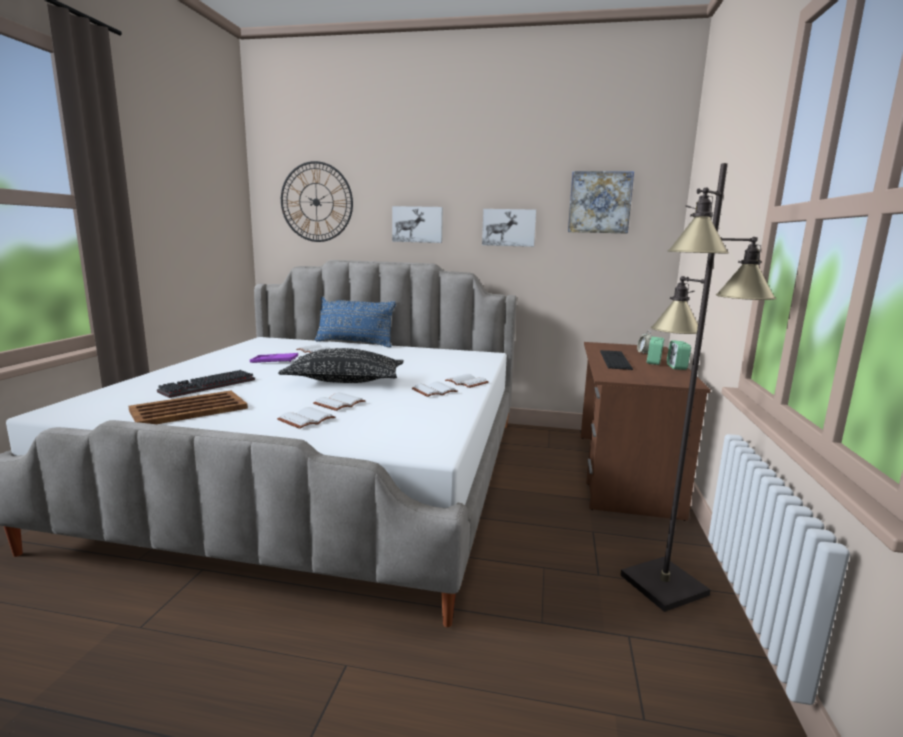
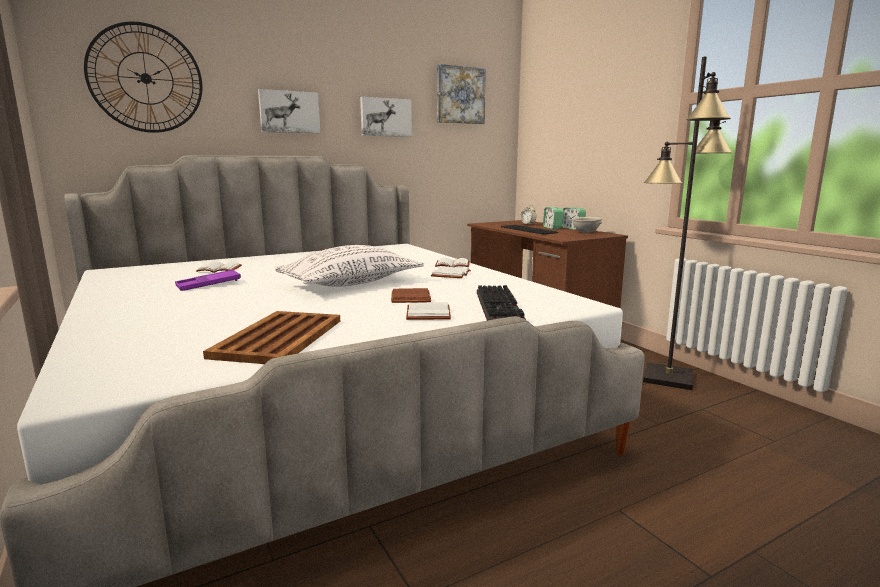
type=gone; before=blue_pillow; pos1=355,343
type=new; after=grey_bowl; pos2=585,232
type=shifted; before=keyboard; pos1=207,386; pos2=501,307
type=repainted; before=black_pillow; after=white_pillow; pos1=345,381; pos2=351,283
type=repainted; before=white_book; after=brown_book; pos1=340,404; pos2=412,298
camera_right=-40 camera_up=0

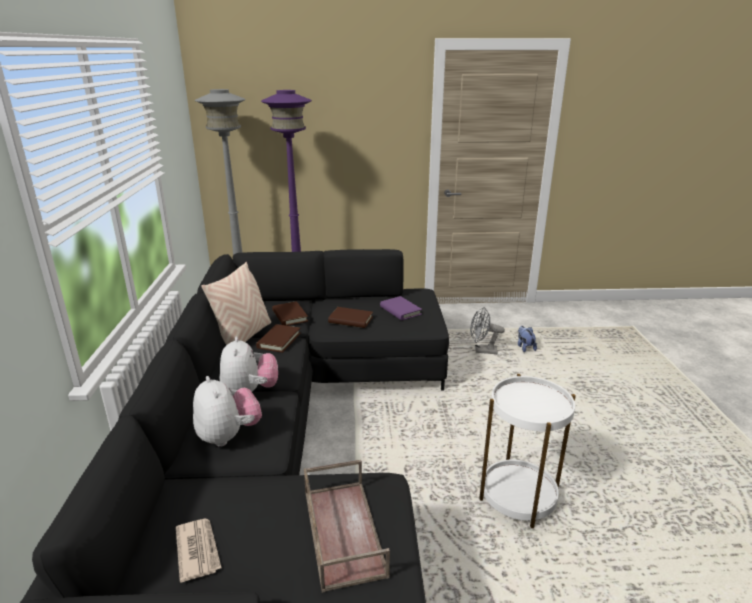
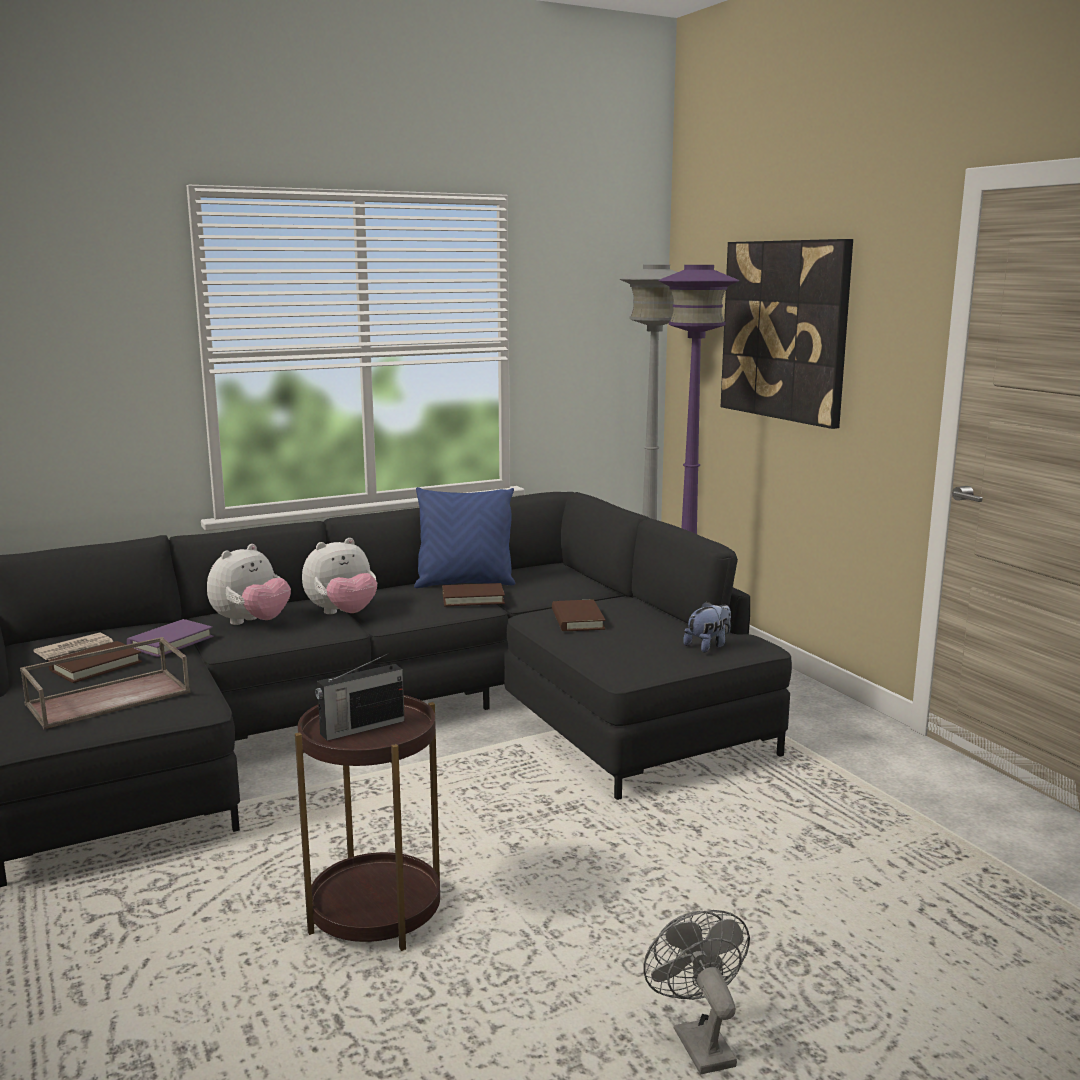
type=new; after=radio; pos2=361,727
type=new; after=picture; pos2=785,330
type=shifted; before=brown_book; pos1=290,316; pos2=96,666
type=shifted; before=purple_book; pos1=400,310; pos2=170,642
type=shifted; before=grey_fan; pos1=482,351; pos2=698,1040
type=shifted; before=plush_toy; pos1=525,347; pos2=708,646
type=repainted; before=beige_pillow; after=blue_pillow; pos1=244,337; pos2=465,583
type=repainted; before=white_side_table; after=brown_side_table; pos1=518,497; pos2=375,913
camera_right=65 camera_up=-10

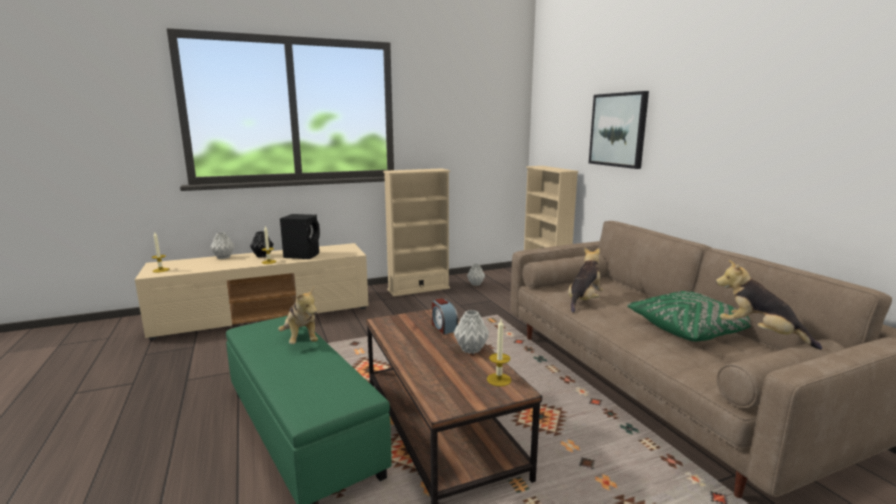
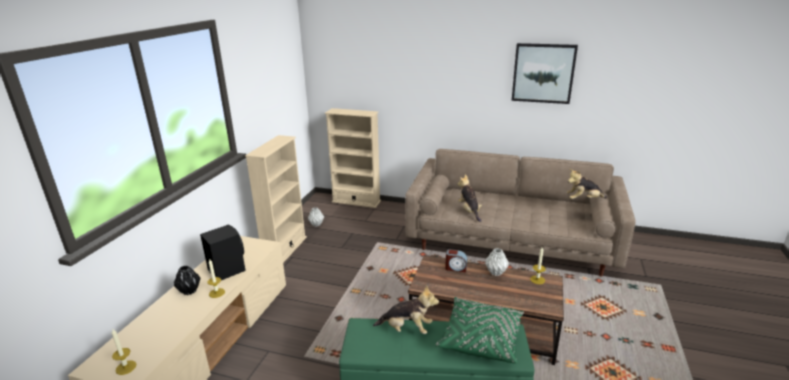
type=gone; before=grey_vase; pos1=223,257
type=shifted; before=picture; pos1=618,130; pos2=543,73
type=shifted; before=green_pillow; pos1=689,329; pos2=480,339
camera_right=-50 camera_up=10

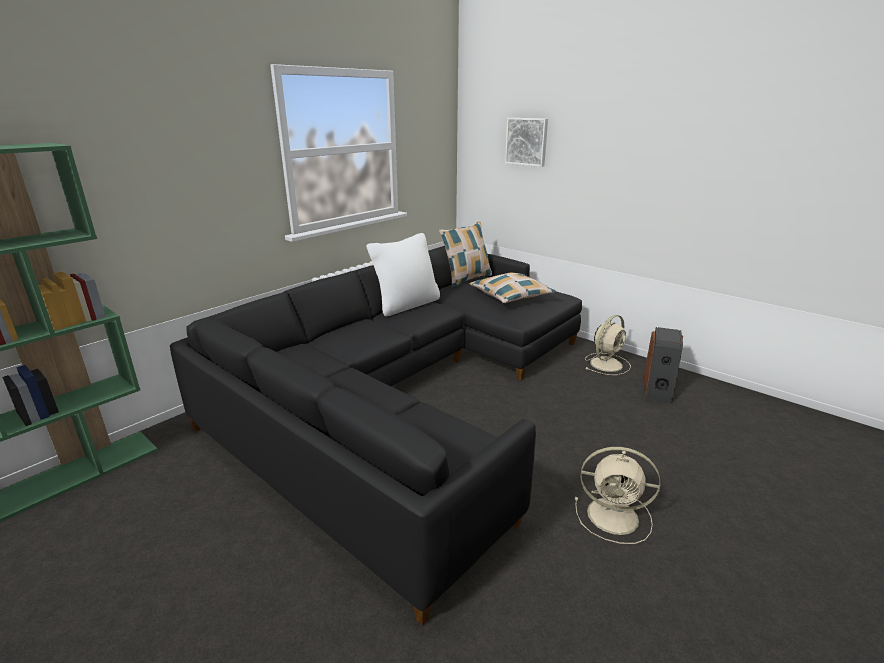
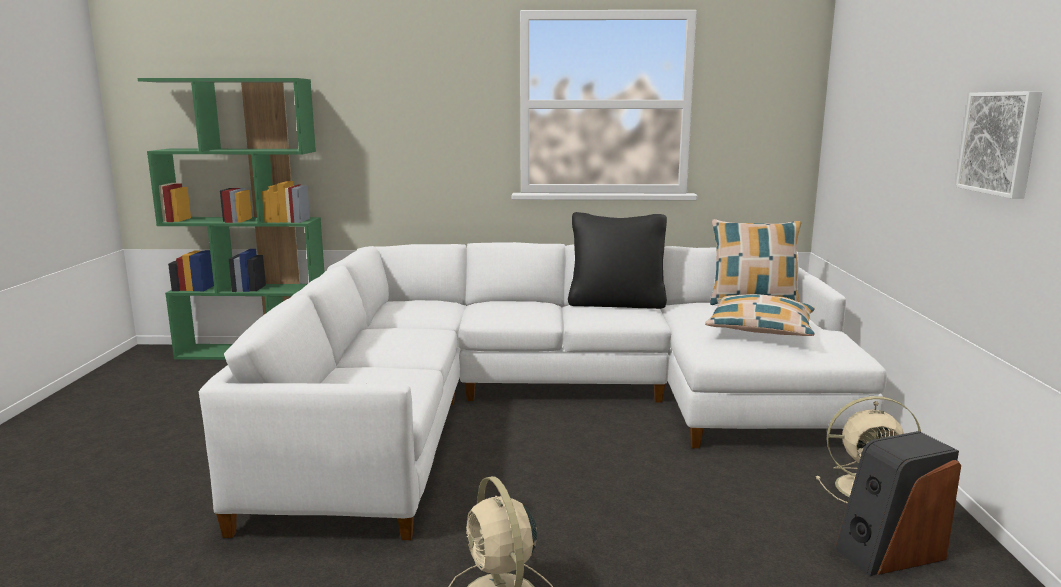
type=shifted; before=picture; pos1=527,141; pos2=1001,143
type=repainted; before=black_sofa; after=white_sofa; pos1=408,393; pos2=547,404
type=repainted; before=white_pillow; after=black_pillow; pos1=406,305; pos2=616,303
camera_right=50 camera_up=-10

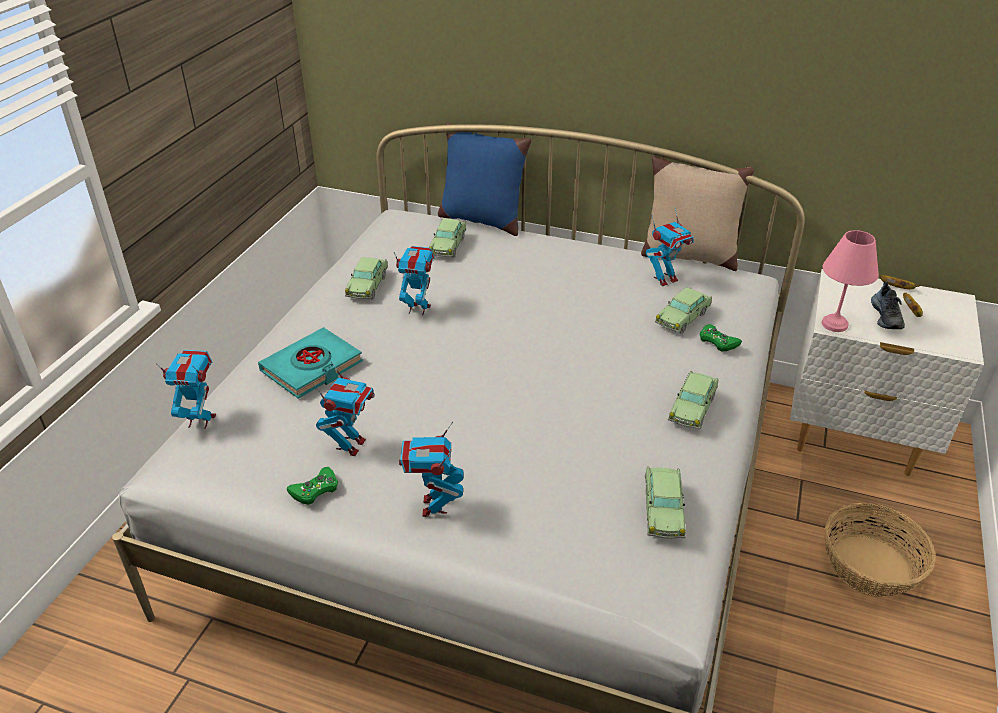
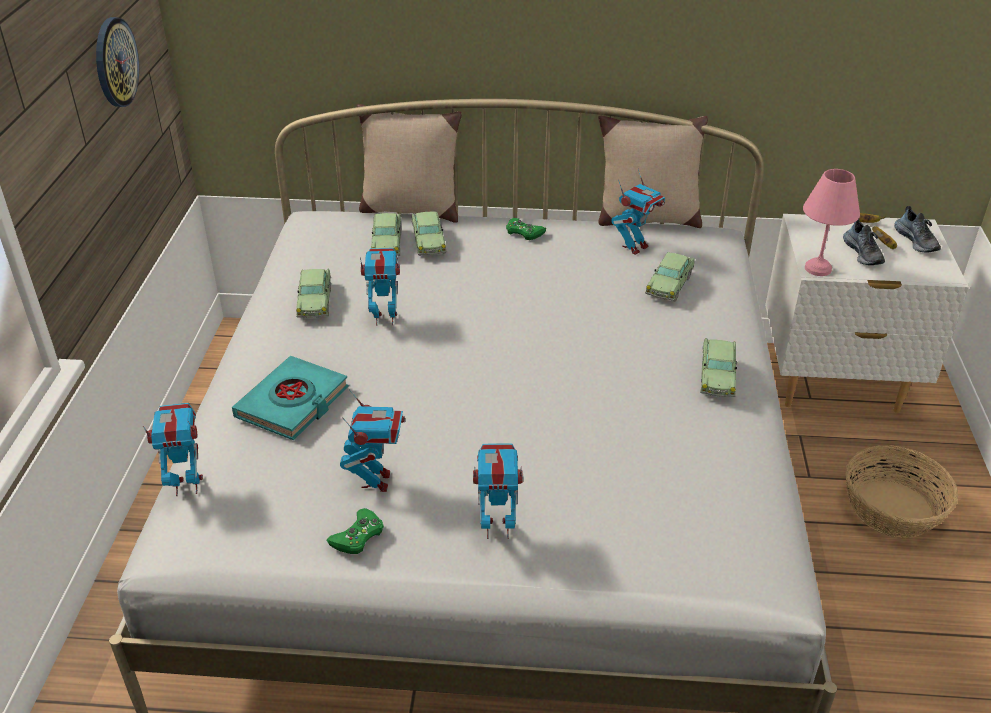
type=new; after=wall_clock; pos2=115,62
type=new; after=shoe; pos2=917,241
type=shifted; before=toy_car; pos1=663,510; pos2=428,242
type=shifted; before=green_game_controller; pos1=718,341; pos2=524,232
type=repainted; before=blue_pillow; after=beige_pillow; pos1=481,220; pos2=410,209
type=rotated; before=toy_robot; pos1=434,506; pos2=497,528; turn=105
camera_right=-15 camera_up=0

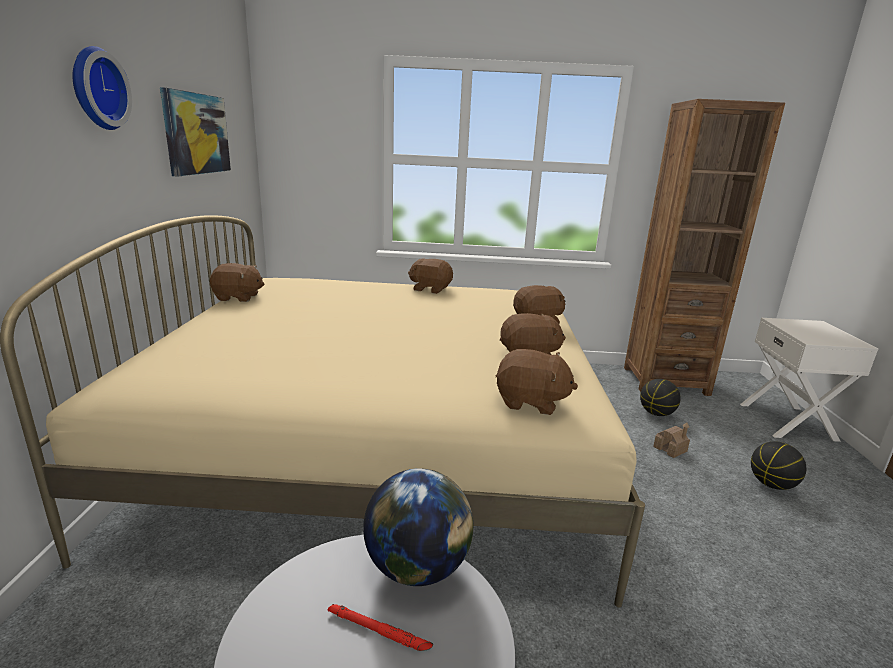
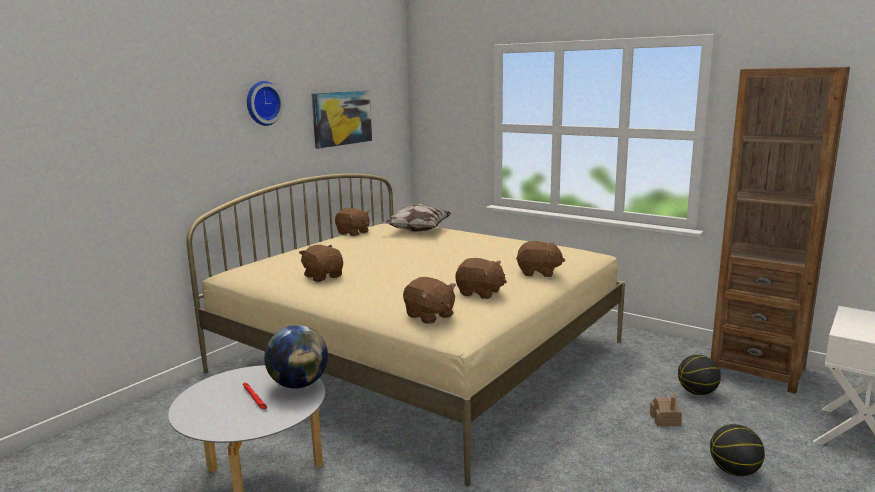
type=new; after=pillow; pos2=416,231
type=shifted; before=brown_plush_toy; pos1=430,289; pos2=323,276
camera_right=35 camera_up=-5

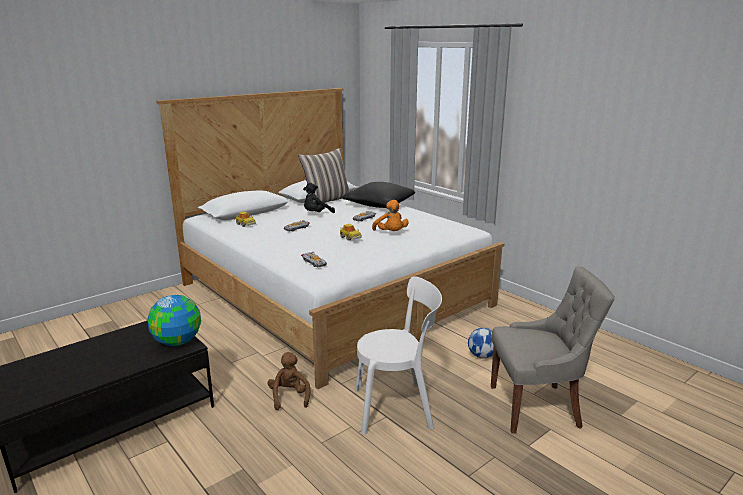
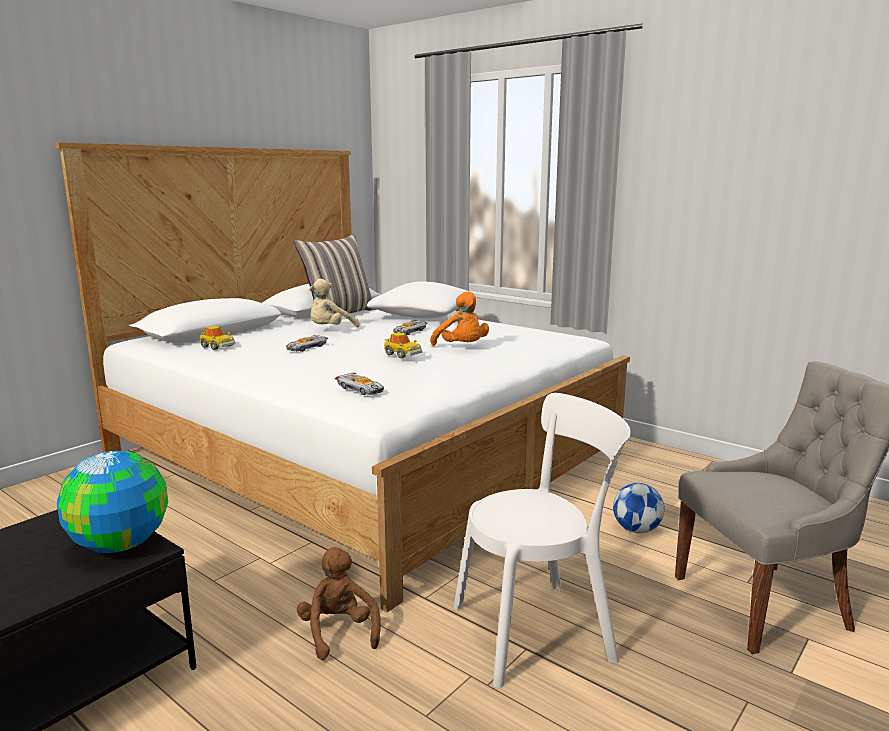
type=repainted; before=black_plush_toy; after=beige_plush_toy; pos1=316,214; pos2=330,330
type=repainted; before=black_pillow; after=white_pillow; pos1=379,204; pos2=422,316
camera_right=-10 camera_up=-5

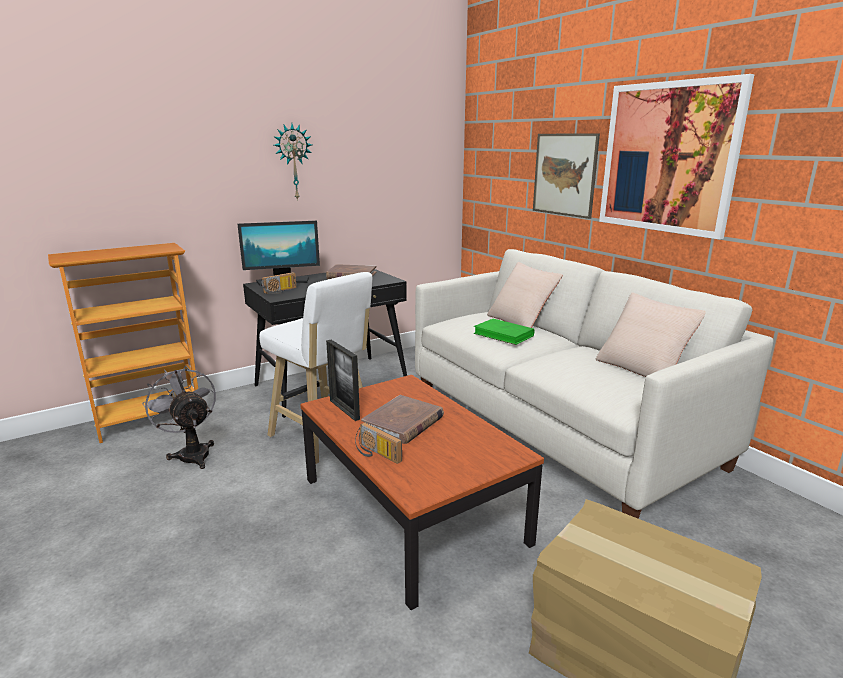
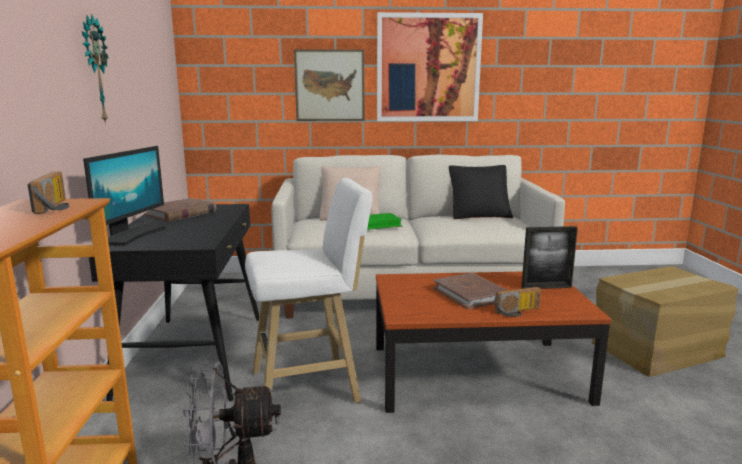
type=shifted; before=radio; pos1=280,291; pos2=57,206
type=shifted; before=picture_frame; pos1=344,409; pos2=546,287
type=repainted; before=beige_pillow; after=black_pillow; pos1=643,368; pos2=479,214
camera_right=-60 camera_up=-5

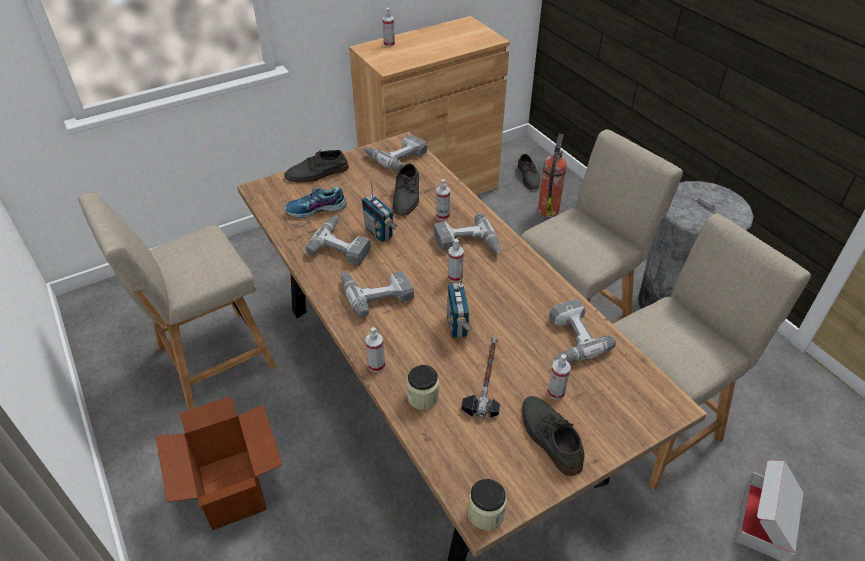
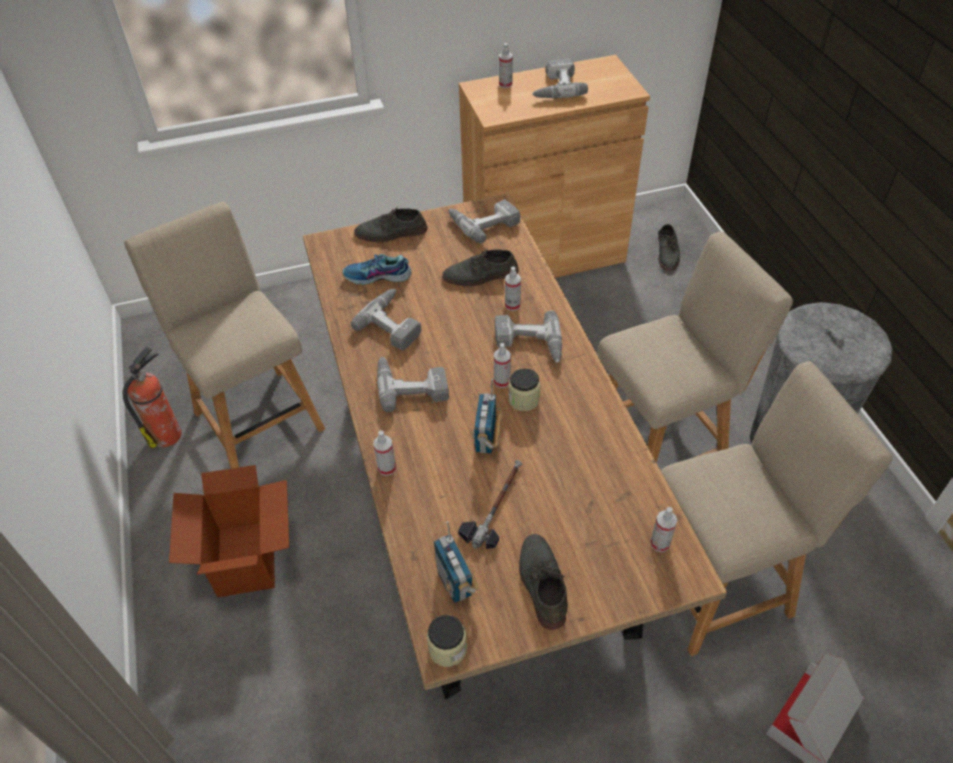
type=shifted; before=radio; pos1=379,233; pos2=455,583
type=shifted; before=jar; pos1=423,397; pos2=523,400
type=shifted; before=fire_extinguisher; pos1=548,209; pos2=168,434
type=shifted; before=spray_bottle; pos1=556,392; pos2=660,543
type=shifted; before=power_drill; pos1=568,339; pos2=554,87
type=rotated; before=beige_chair; pos1=210,360; pos2=256,416; turn=75
type=rotated; before=grey_shoe; pos1=407,196; pos2=480,275; turn=60
camera_right=15 camera_up=5

